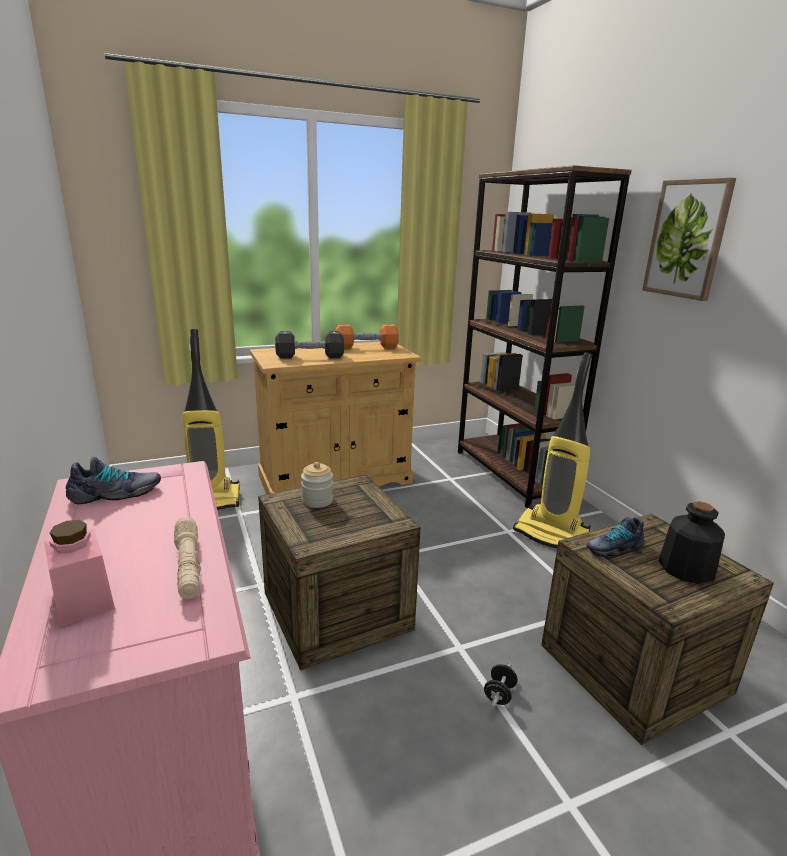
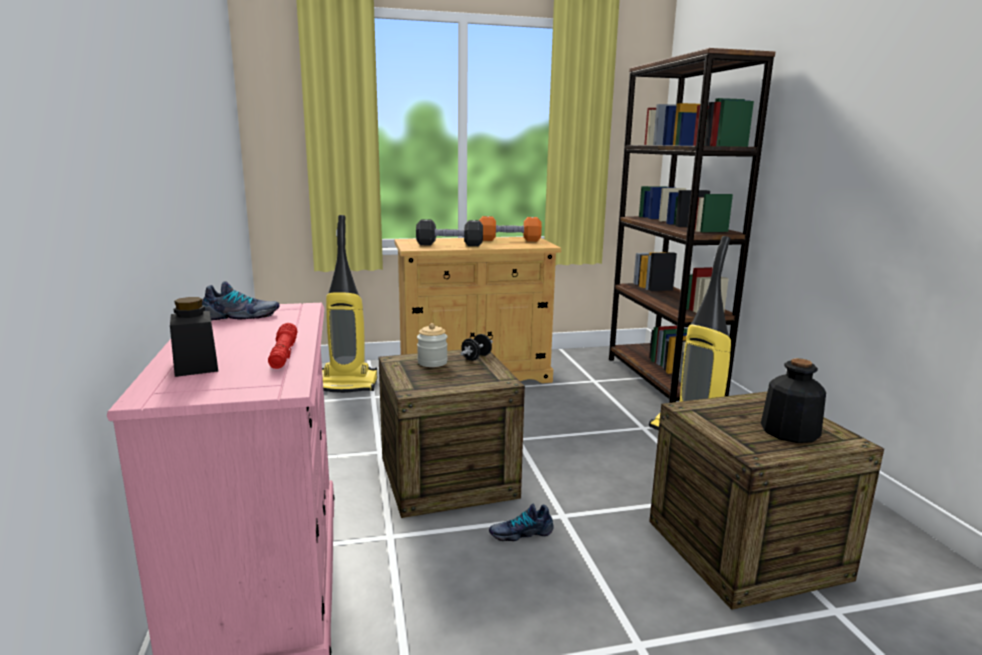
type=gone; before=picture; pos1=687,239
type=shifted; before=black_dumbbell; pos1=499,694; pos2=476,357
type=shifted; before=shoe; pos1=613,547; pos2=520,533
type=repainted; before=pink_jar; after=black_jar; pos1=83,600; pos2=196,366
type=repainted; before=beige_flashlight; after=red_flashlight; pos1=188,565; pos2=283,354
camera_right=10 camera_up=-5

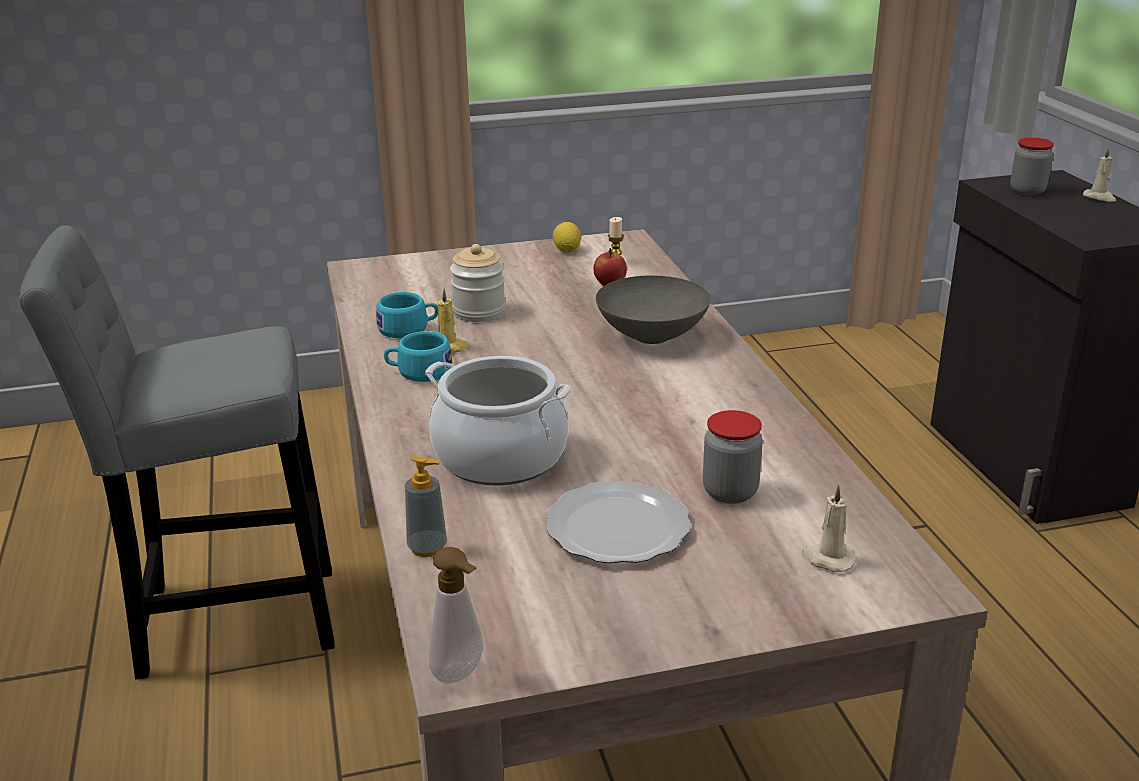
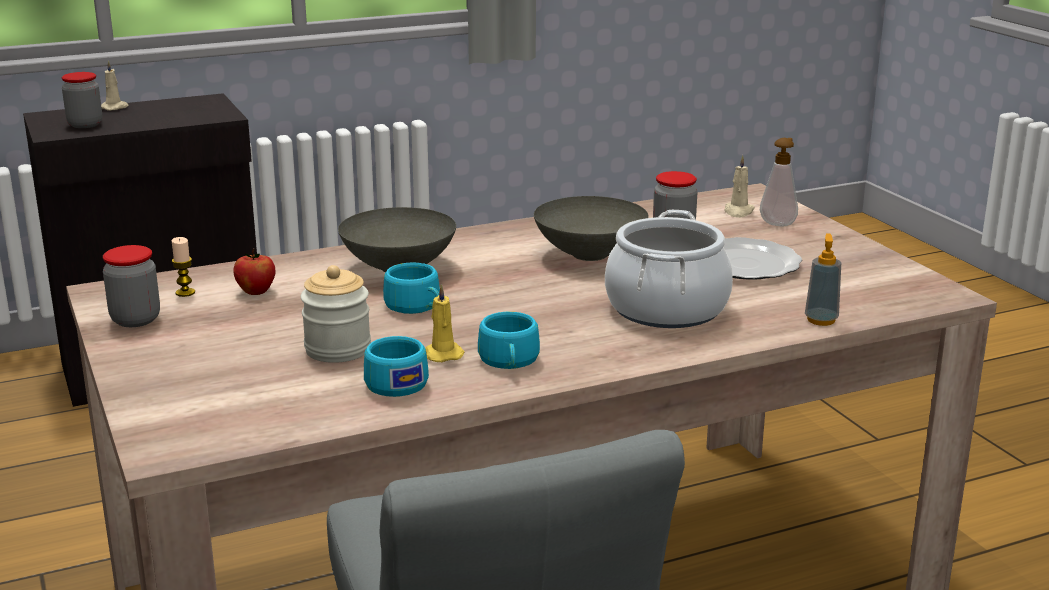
type=new; after=turquoise_cup; pos2=416,307
type=new; after=grey_bowl; pos2=591,255
type=shifted; before=soap_dispenser; pos1=461,674; pos2=778,223
type=swapped; before=lemon; after=jar; pos1=567,250; pos2=135,319
camera_right=-100 camera_up=-5

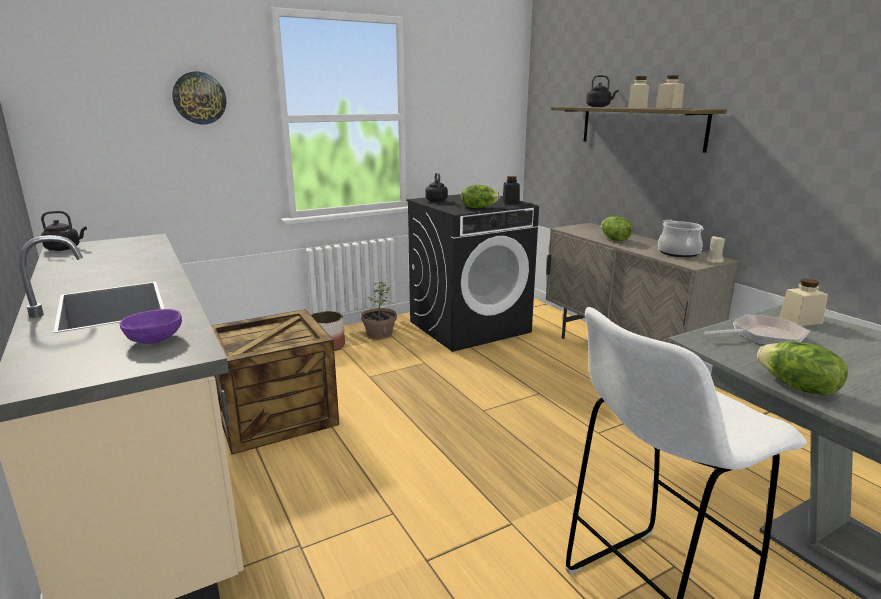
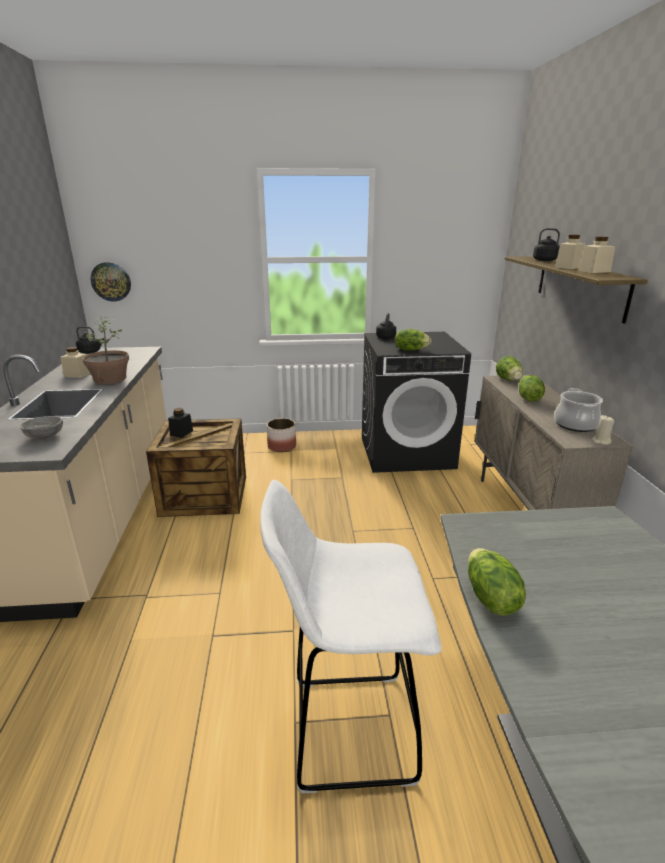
type=gone; before=frying_pan; pos1=762,336
type=new; after=lettuce; pos2=509,380
type=shifted; before=wall_clock; pos1=199,98; pos2=111,281
type=shifted; before=potted_plant; pos1=379,333; pos2=110,379
type=shifted; before=black_jar; pos1=510,202; pos2=181,433
type=shifted; before=beige_jar; pos1=800,320; pos2=77,374
type=repainted; before=purple_bowl; after=grey_bowl; pos1=155,339; pos2=45,436
camera_right=25 camera_up=5

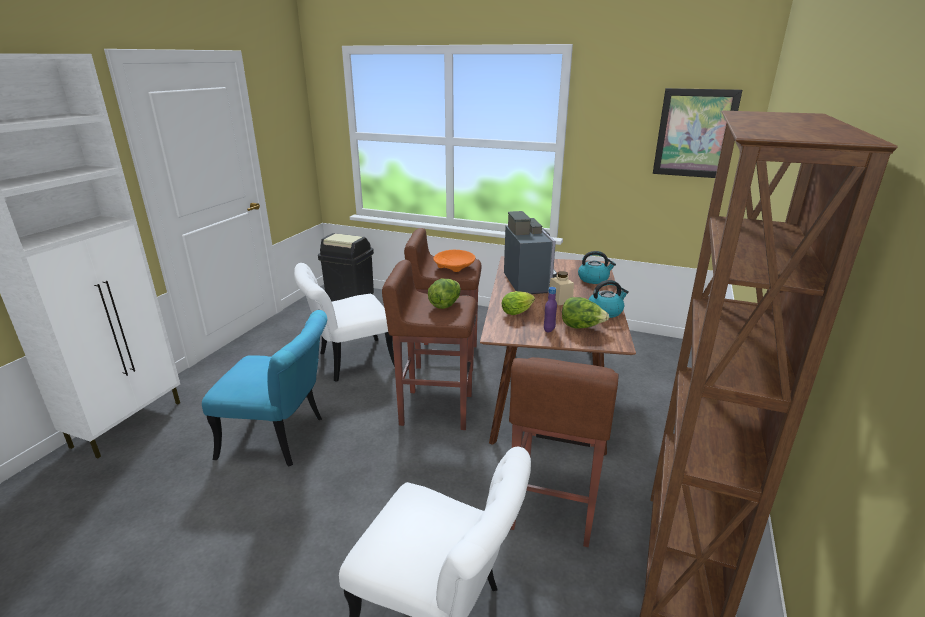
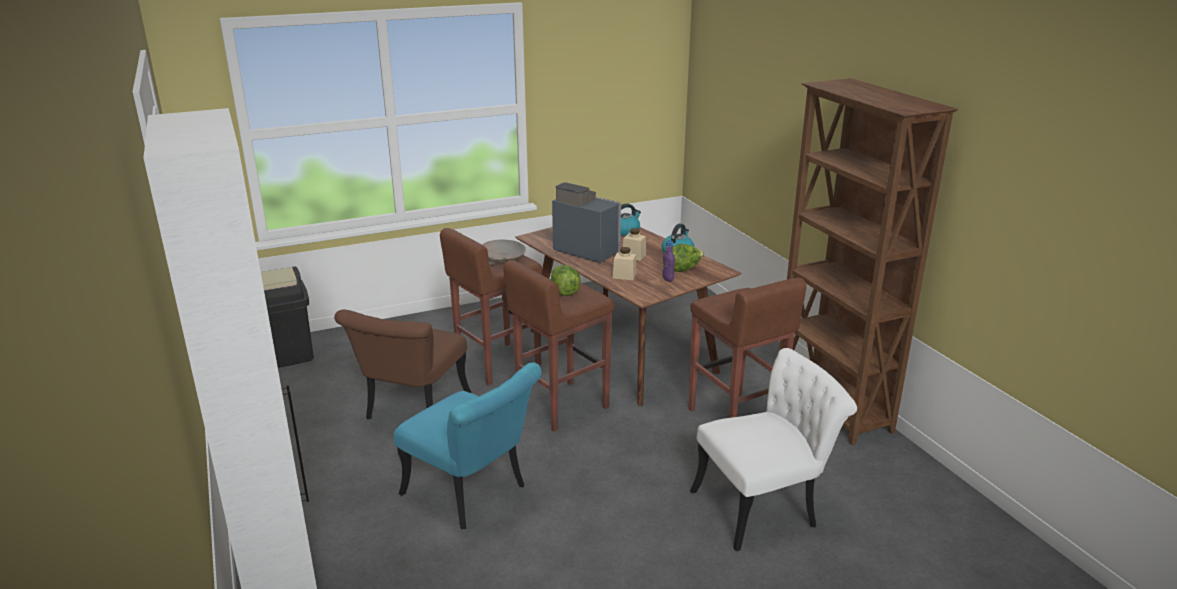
type=gone; before=picture; pos1=695,133
type=swapped; before=lettuce; after=beige_jar; pos1=518,312; pos2=624,276
type=repainted; before=white_chair; after=brown_chair; pos1=348,362; pos2=412,411
type=repainted; before=orange_bowl; after=beige_bowl; pos1=455,267; pos2=503,260
type=rotated; before=turquoise_chair; pos1=282,438; pos2=473,494; turn=75
camera_right=-45 camera_up=0

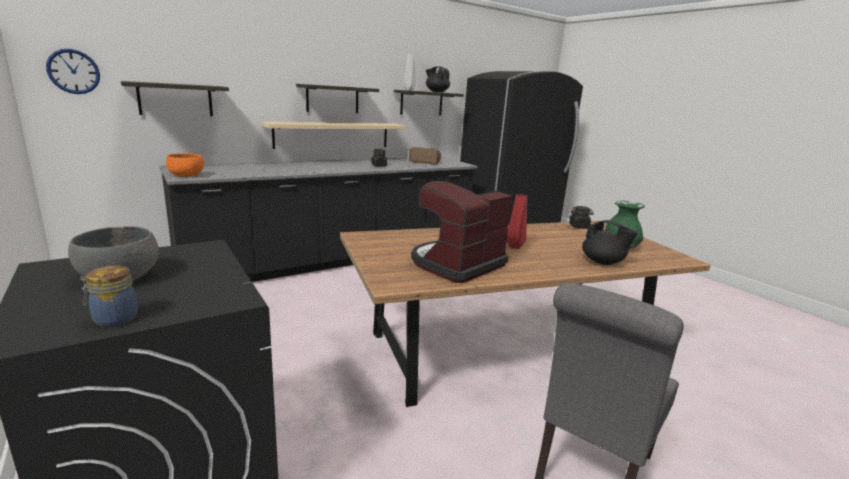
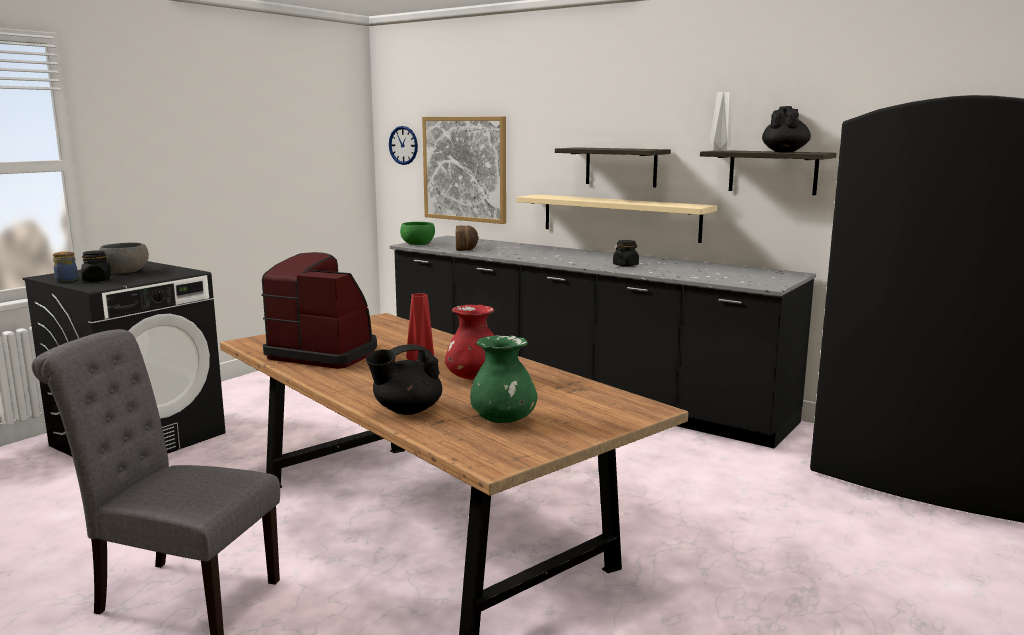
type=new; after=red_vase; pos2=473,378
type=shifted; before=bread; pos1=424,162; pos2=467,248
type=shifted; before=black_jar; pos1=579,227; pos2=97,280
type=swapped; before=shelf; after=picture; pos1=175,99; pos2=464,169
type=repainted; before=orange_bowl; after=green_bowl; pos1=186,176; pos2=417,244
type=rotated; before=black_teapot; pos1=603,262; pos2=406,410; turn=45
camera_right=70 camera_up=-5

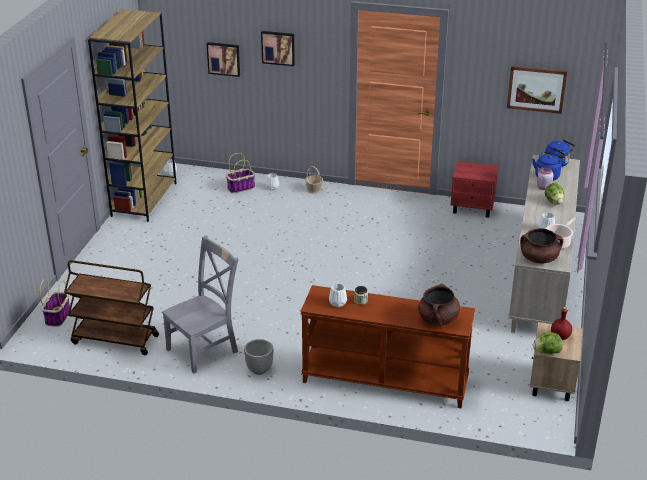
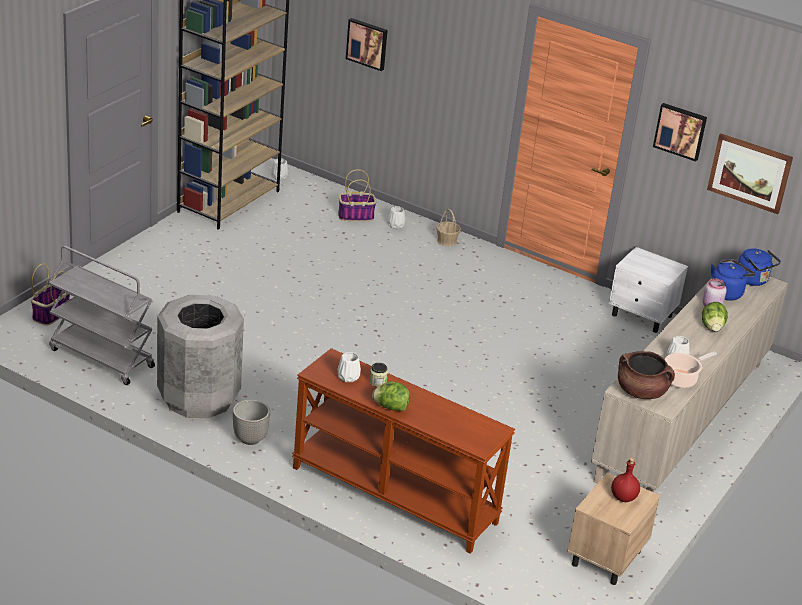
type=gone; before=brown_cooking_pot; pos1=438,319
type=shifted; before=picture; pos1=278,47; pos2=680,131
type=shifted; before=lettuce; pos1=546,352; pos2=390,407
type=swapped; before=grey_chair; after=grey_trash_can; pos1=205,349; pos2=199,398
type=repainted; before=brown_cart; after=grey_cart; pos1=114,340; pos2=100,358
type=repainted; before=red_nightstand; after=white_nightstand; pos1=473,208; pos2=642,316
camera_right=15 camera_up=0

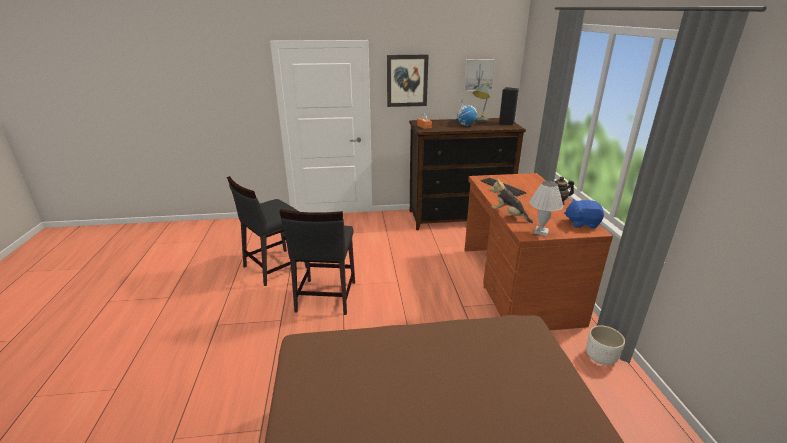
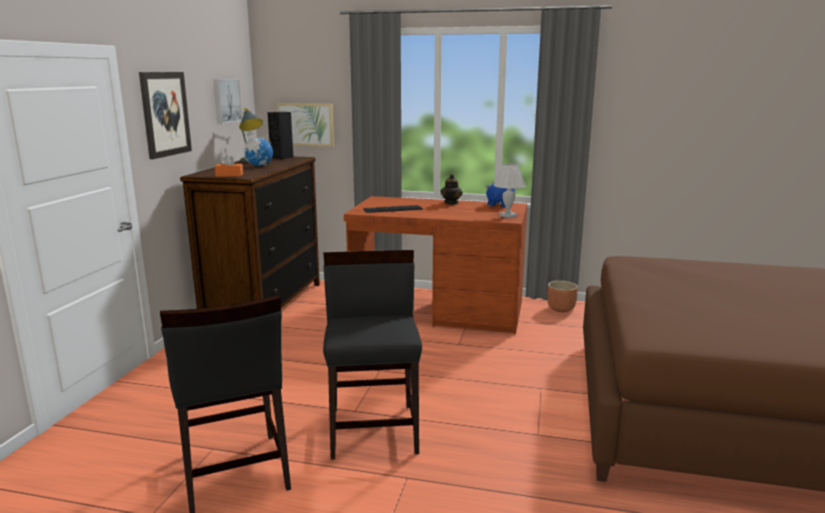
type=gone; before=plush_toy; pos1=508,215
type=new; after=picture; pos2=306,124
type=repainted; before=white_planter; after=brown_planter; pos1=601,357; pos2=561,309
type=rotated; before=black_chair; pos1=325,297; pos2=374,429; turn=-120
camera_right=-70 camera_up=-10

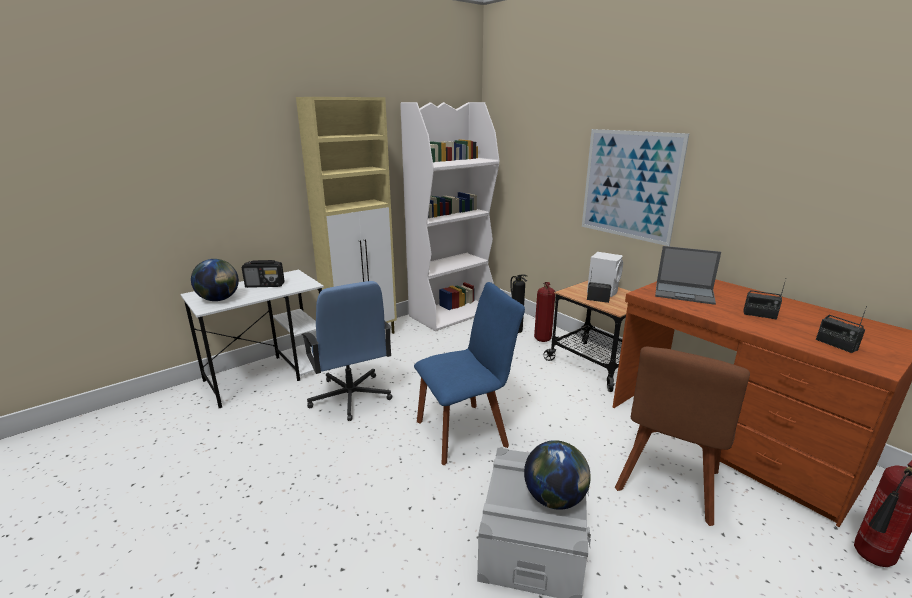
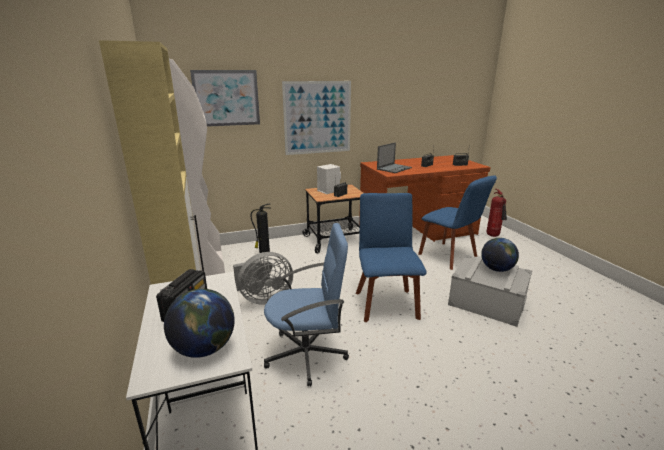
type=gone; before=fire_extinguisher; pos1=541,339
type=new; after=picture; pos2=226,98
type=new; after=grey_fan; pos2=263,298
type=repainted; before=brown_chair; after=blue_chair; pos1=667,485; pos2=450,256
camera_right=-70 camera_up=0

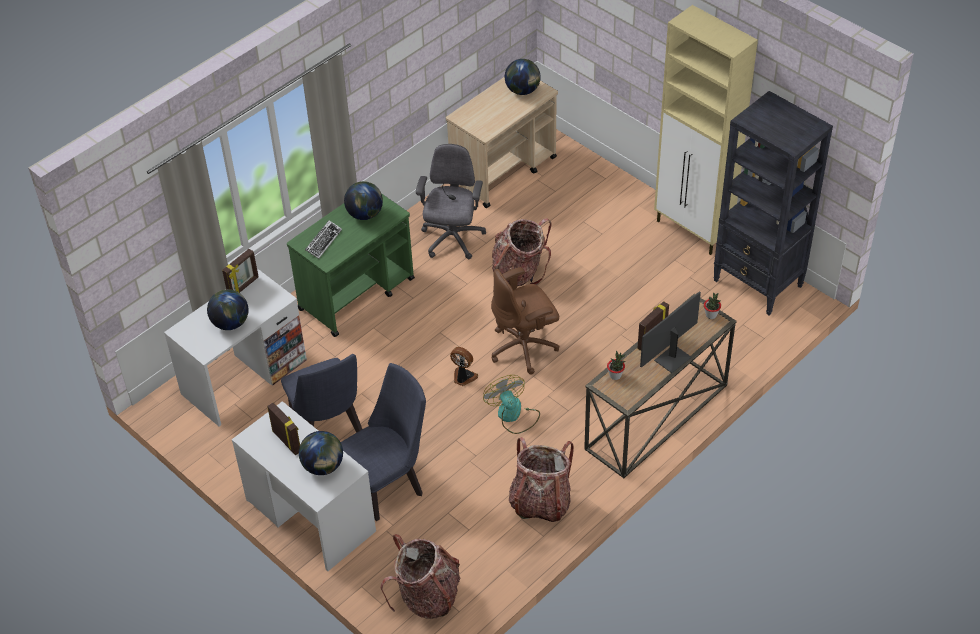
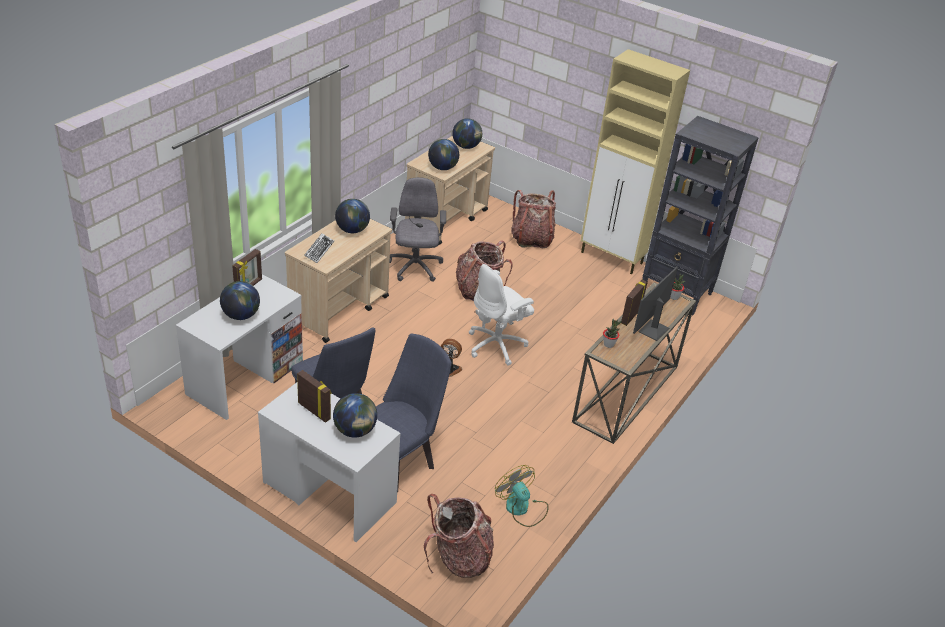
type=new; after=globe; pos2=443,168
type=shifted; before=fan; pos1=513,415; pos2=521,508
type=shifted; before=backpack; pos1=540,502; pos2=531,239
type=repainted; before=green_cart; after=beige_cart; pos1=357,293; pos2=339,309
type=repainted; before=brown_office_chair; after=white_office_chair; pos1=524,348; pos2=497,345
camera_right=-15 camera_up=-10

